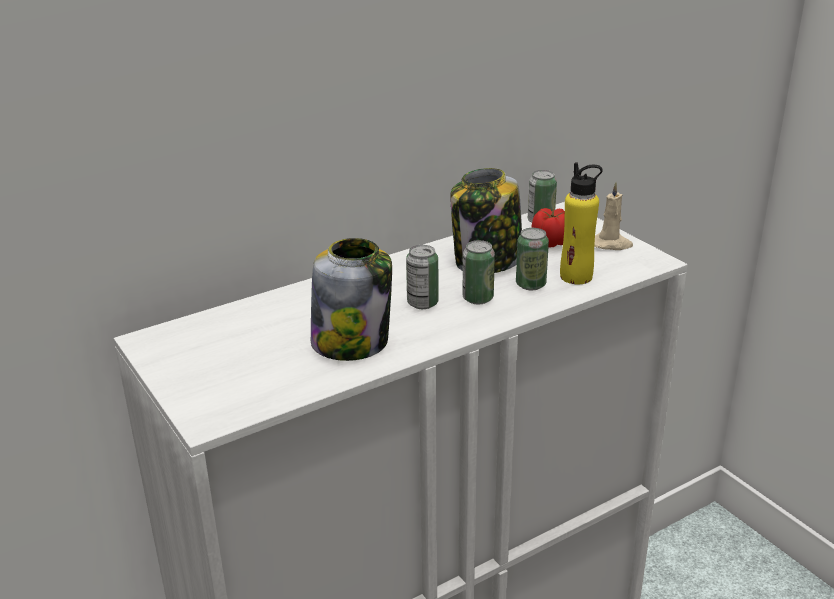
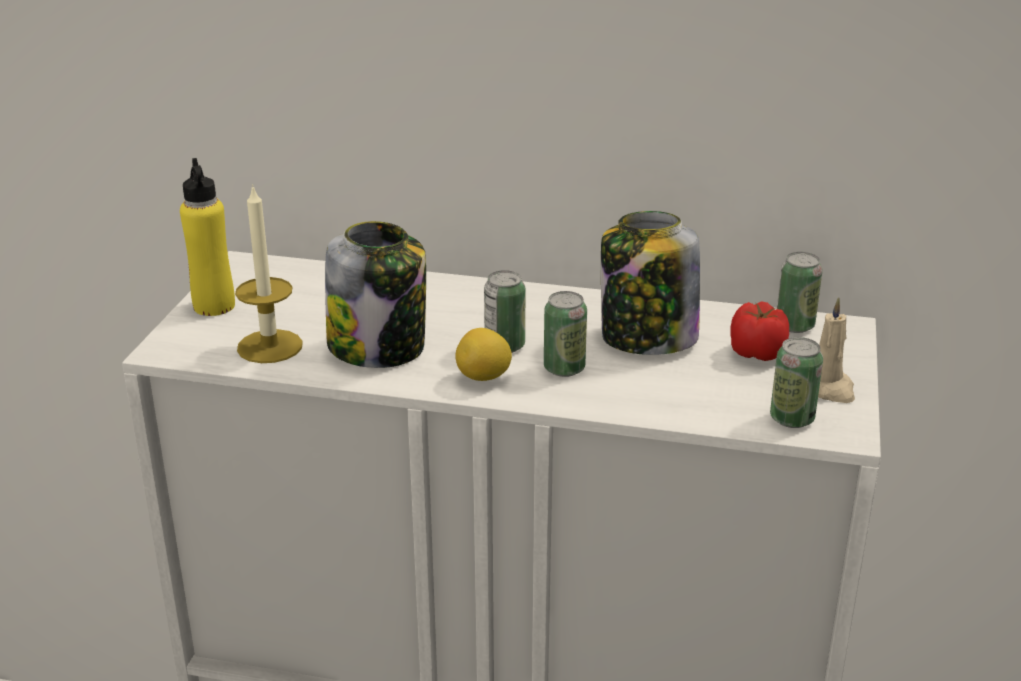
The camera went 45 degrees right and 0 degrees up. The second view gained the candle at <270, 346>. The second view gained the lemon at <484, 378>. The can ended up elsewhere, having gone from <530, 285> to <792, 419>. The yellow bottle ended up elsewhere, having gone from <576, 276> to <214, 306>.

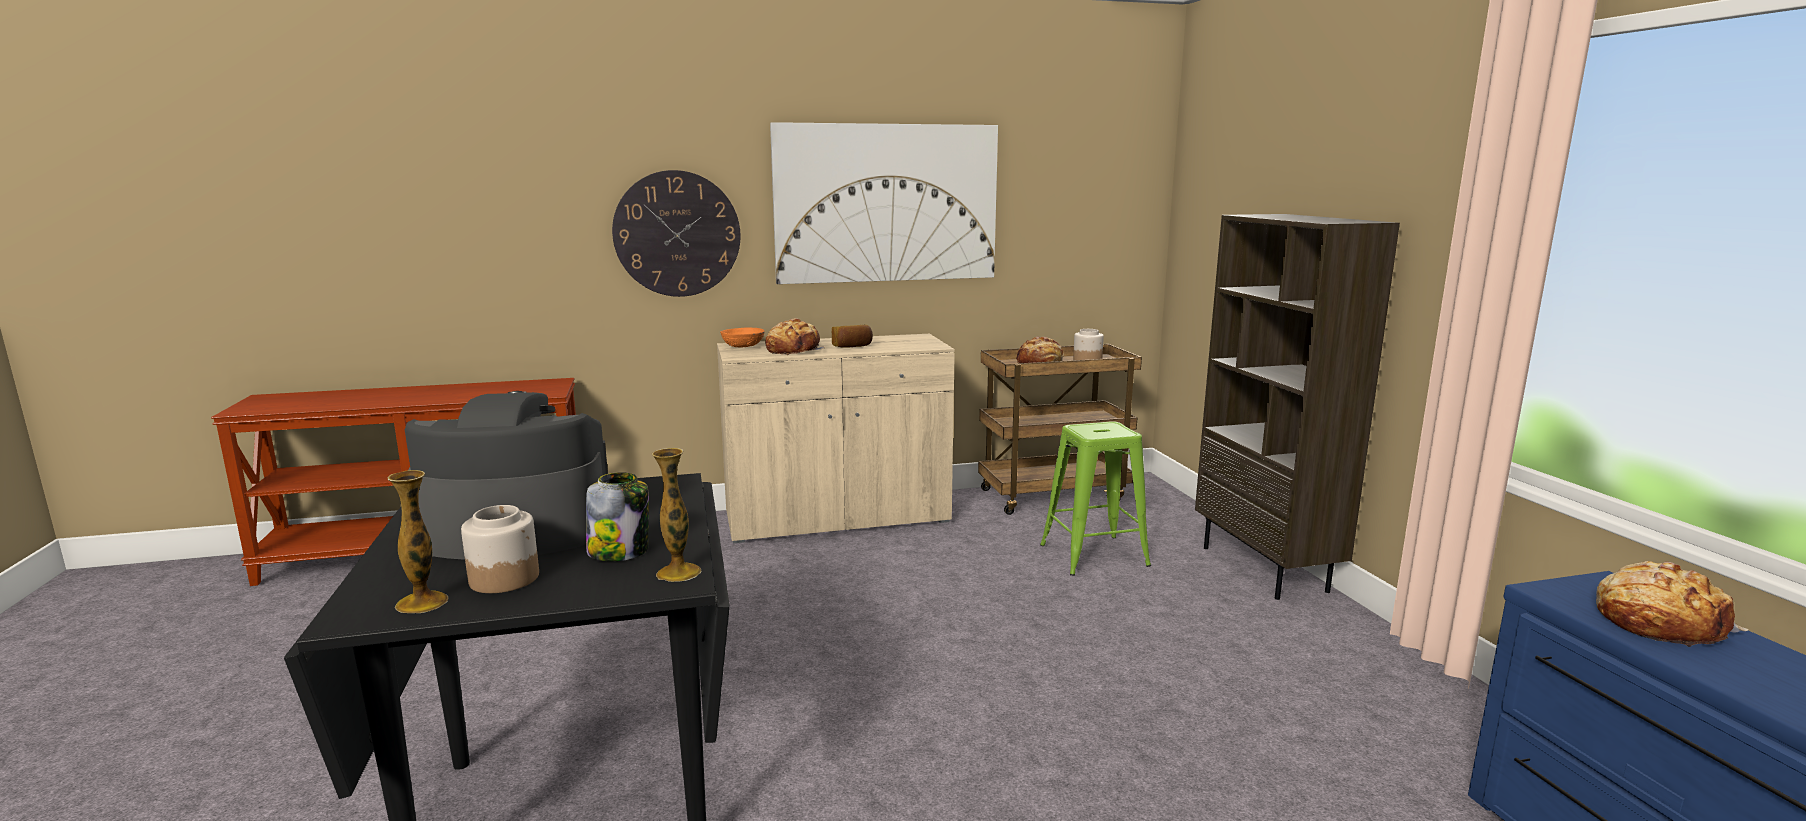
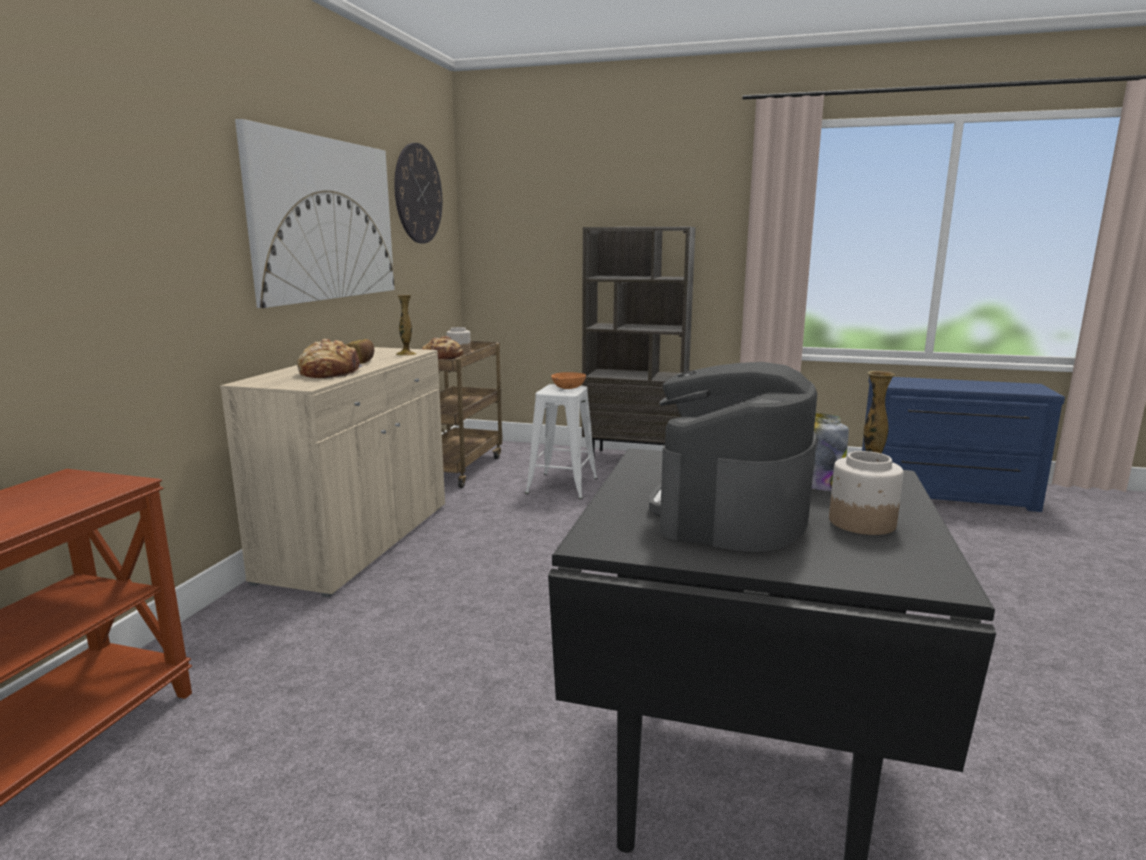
The camera went 60 degrees left and 0 degrees up. The second view lost the bread at <1658, 622>. The vase ended up elsewhere, having gone from <421, 603> to <406, 354>. The wall clock ended up elsewhere, having gone from <677, 234> to <418, 194>. The orange bowl ended up elsewhere, having gone from <743, 346> to <569, 387>. What was the green stool at <1093, 555> turned into the white stool at <562, 486>.

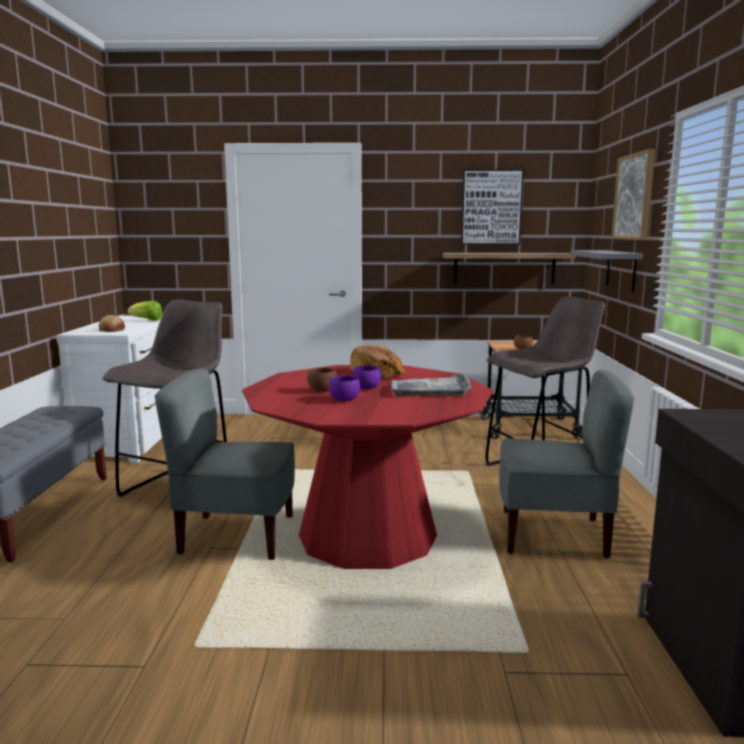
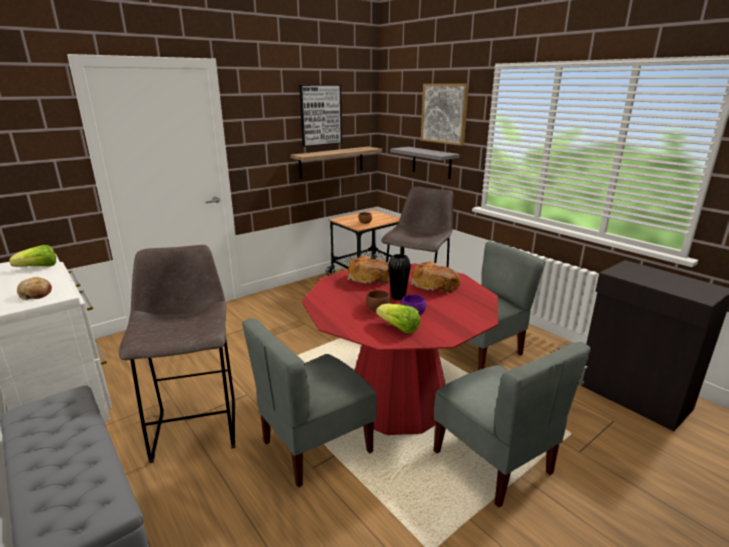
The camera went 40 degrees left and 10 degrees up. The second view gained the lettuce at <399, 328>. The second view gained the grey chair at <494, 462>. Where the purple bowl stood at <366, 388>, the black vase came to stand at <398, 297>. Where the grey tray stood at <430, 389>, the bread came to stand at <435, 285>.

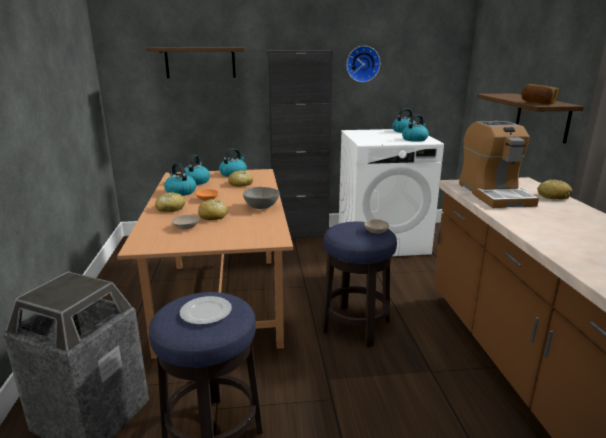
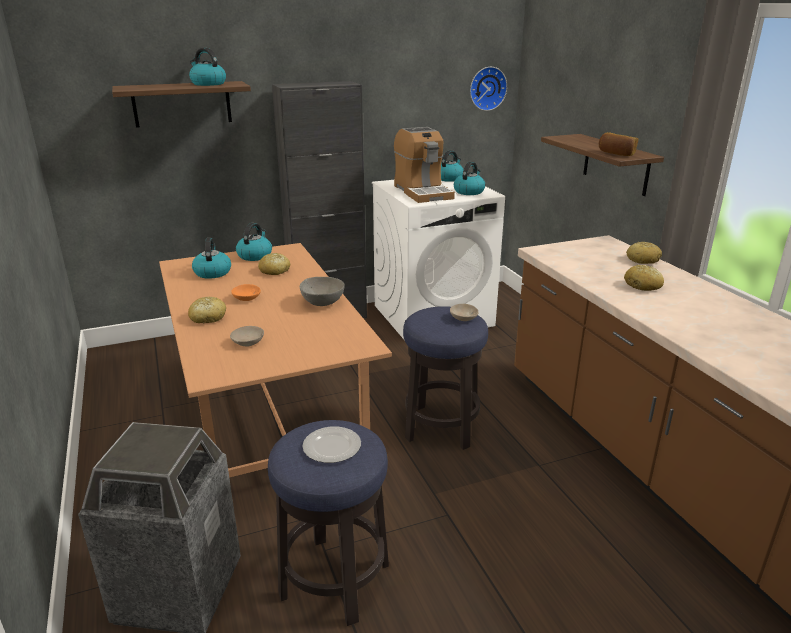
The camera went 15 degrees left and 5 degrees up. The kettle ended up elsewhere, having gone from <180, 192> to <208, 84>. The bread ended up elsewhere, having gone from <213, 216> to <643, 285>. The wall clock ended up elsewhere, having gone from <362, 64> to <487, 88>. The coffee machine ended up elsewhere, having gone from <494, 194> to <422, 192>.

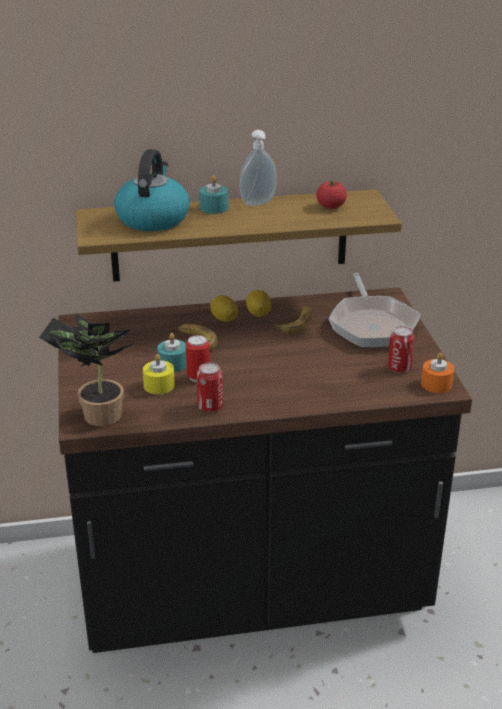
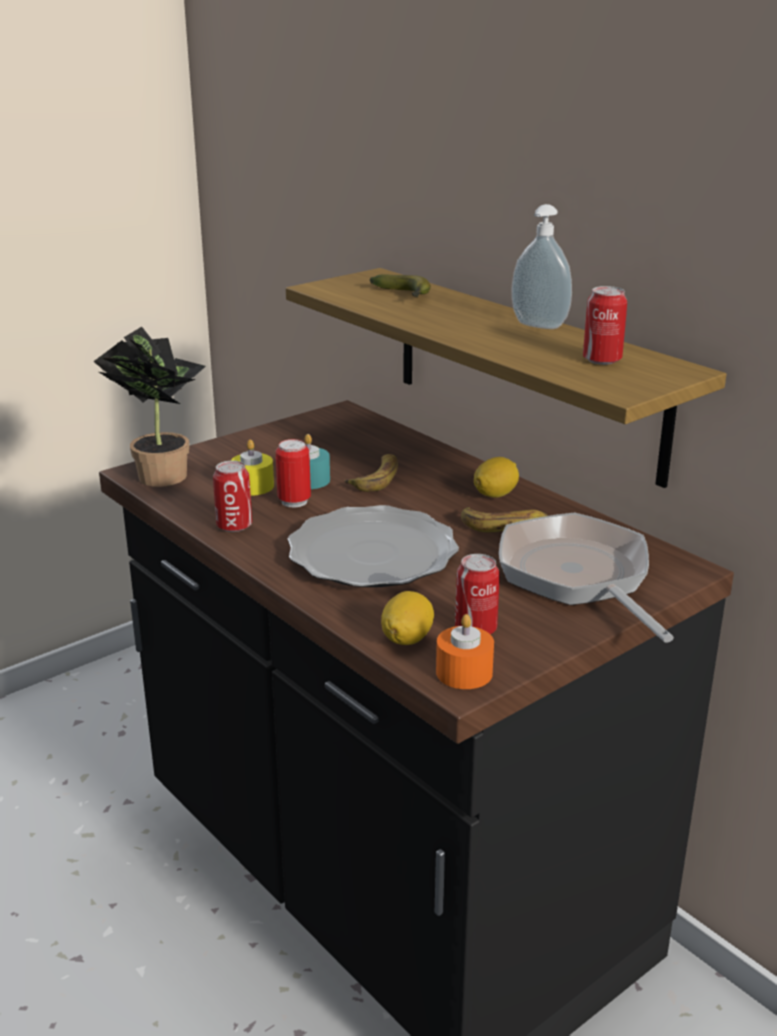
The camera went 60 degrees right and 5 degrees down. The second view lost the turquoise candle at <214, 208>. The second view gained the plate at <371, 553>. The lemon ended up elsewhere, having gone from <224, 319> to <407, 638>. Where the kettle stood at <153, 218>, the banana came to stand at <404, 295>. Where the tomato stood at <331, 206>, the can came to stand at <602, 360>. The frying pan at <372, 324> ended up facing another way, 105 degrees clockwise from before.

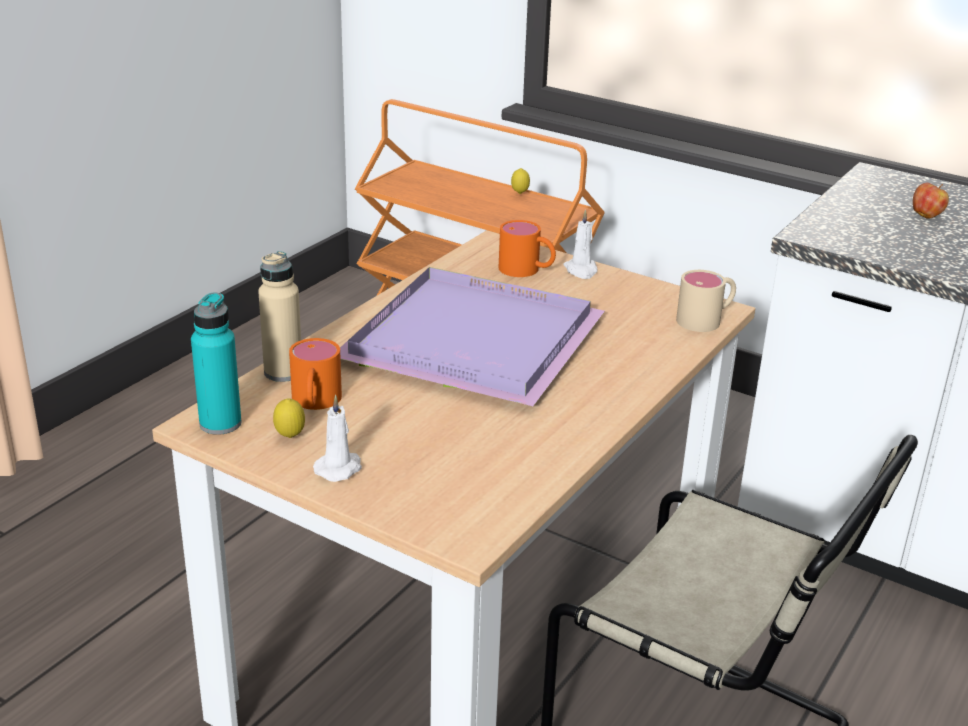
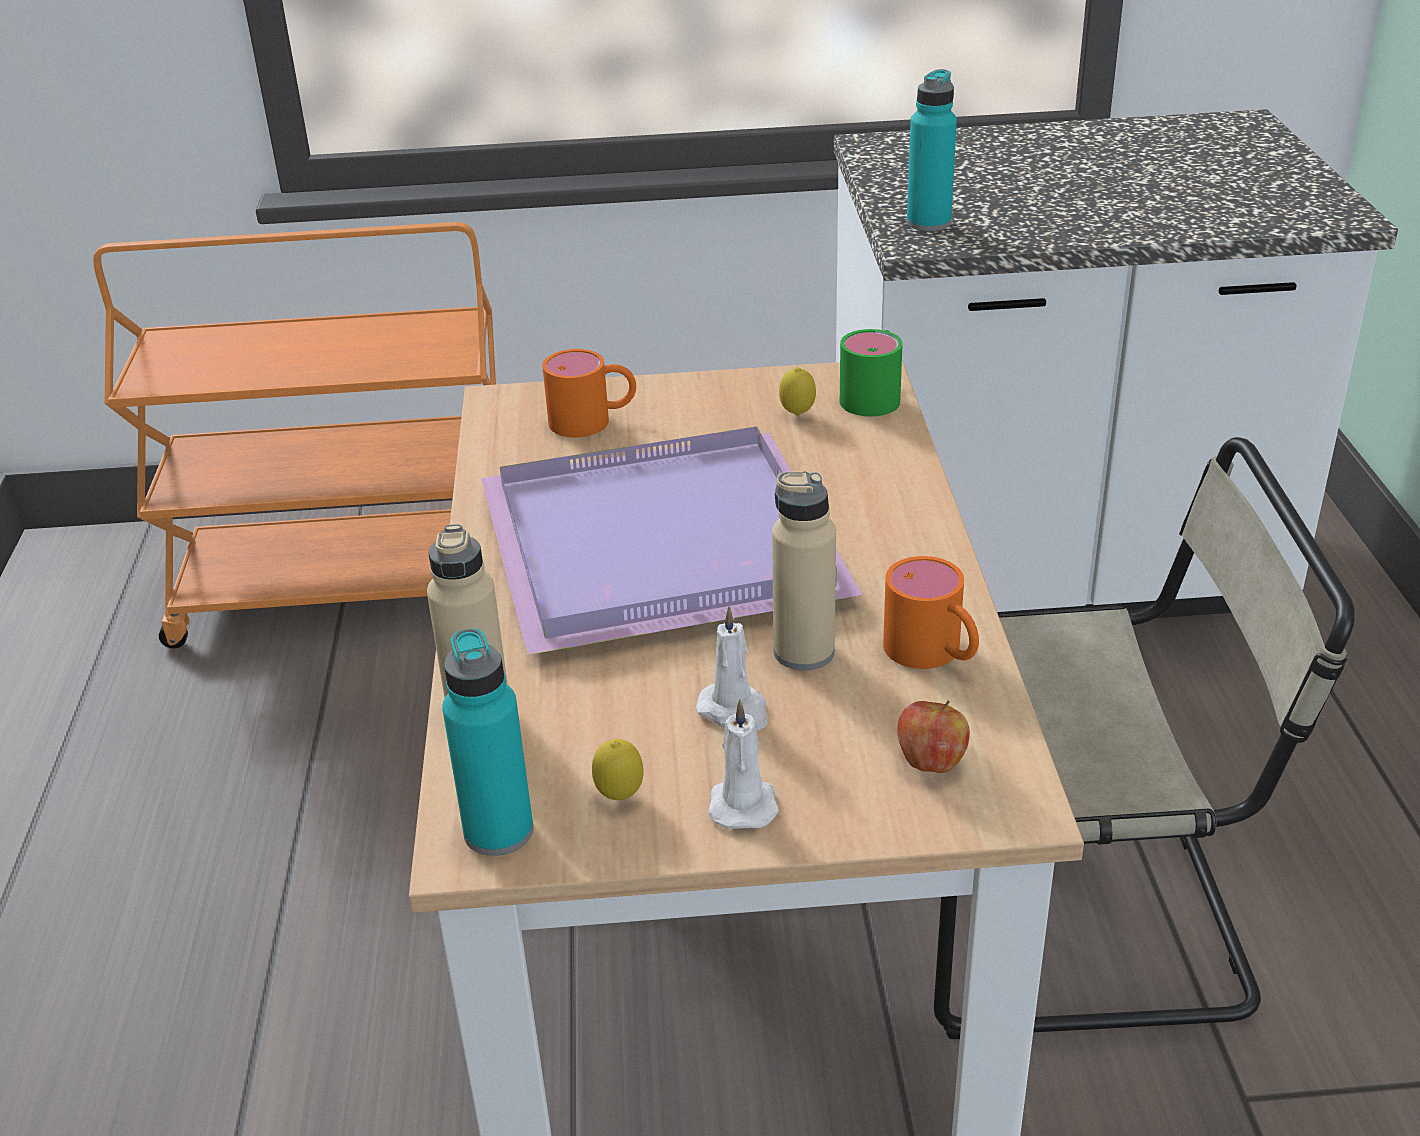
The camera went 35 degrees left and 5 degrees up. The second view gained the beige bottle at <804, 652>. The second view gained the turquoise bottle at <928, 223>. The orange mug ended up elsewhere, having gone from <315, 403> to <934, 654>. The lemon ended up elsewhere, having gone from <519, 193> to <797, 415>. The white candle ended up elsewhere, having gone from <581, 270> to <735, 711>. The apple ended up elsewhere, having gone from <926, 216> to <931, 762>. What was the beige mug at <706, 319> turned into the green mug at <874, 395>.

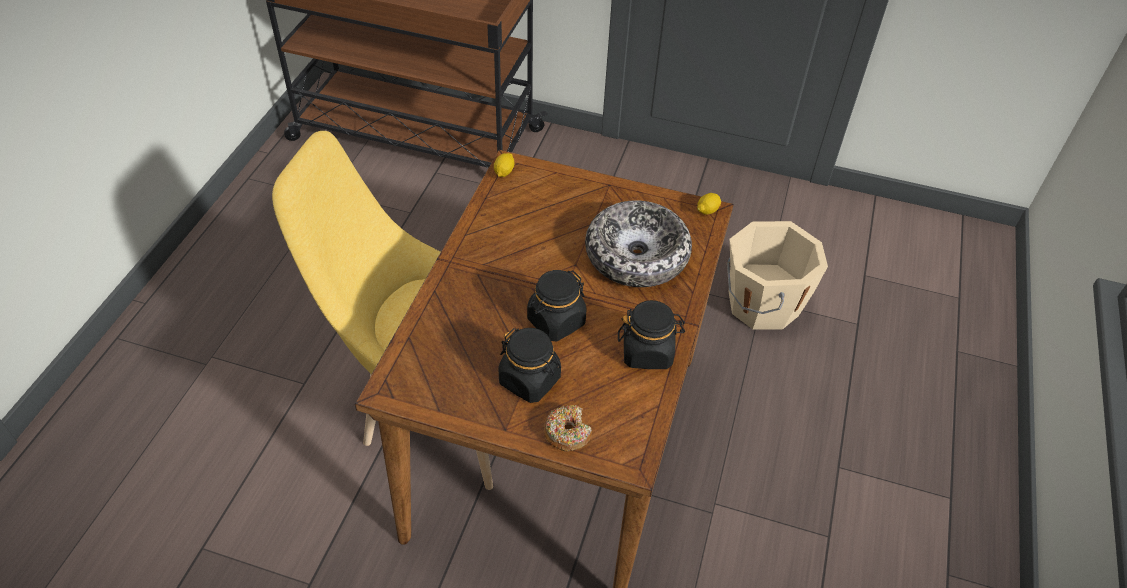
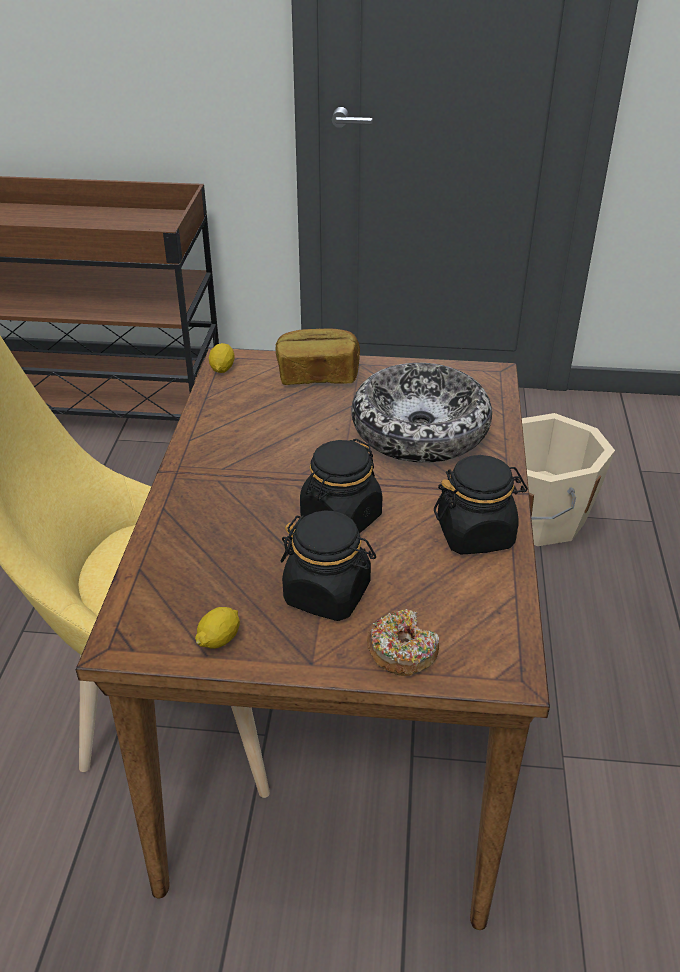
The camera went 10 degrees left and 10 degrees down. The second view gained the bread at <317, 375>. The lemon ended up elsewhere, having gone from <707, 210> to <219, 639>.

